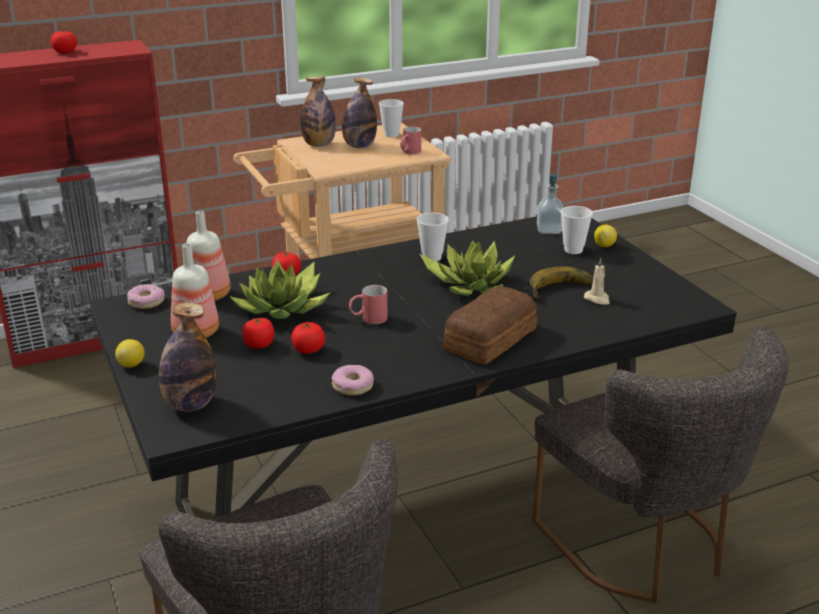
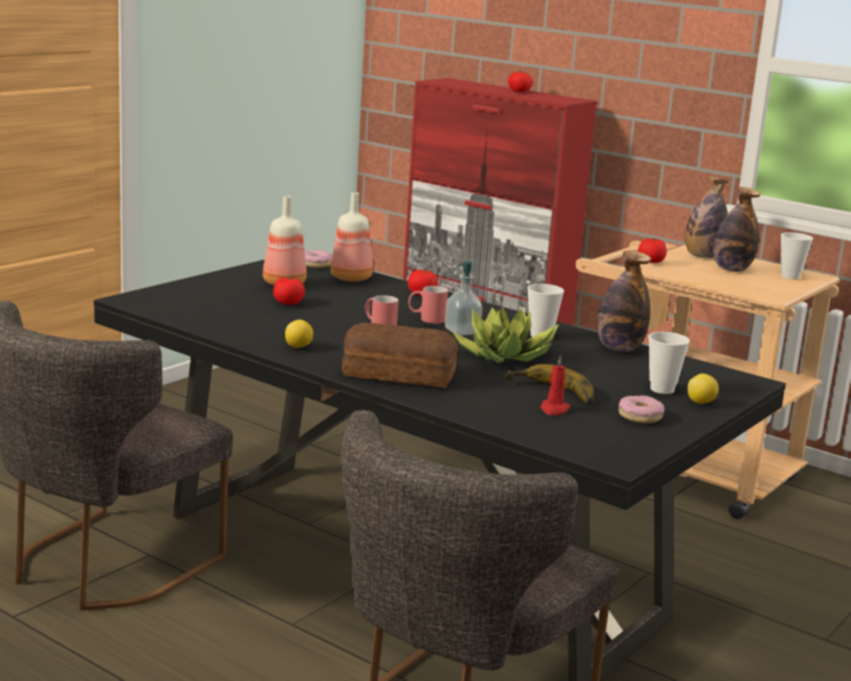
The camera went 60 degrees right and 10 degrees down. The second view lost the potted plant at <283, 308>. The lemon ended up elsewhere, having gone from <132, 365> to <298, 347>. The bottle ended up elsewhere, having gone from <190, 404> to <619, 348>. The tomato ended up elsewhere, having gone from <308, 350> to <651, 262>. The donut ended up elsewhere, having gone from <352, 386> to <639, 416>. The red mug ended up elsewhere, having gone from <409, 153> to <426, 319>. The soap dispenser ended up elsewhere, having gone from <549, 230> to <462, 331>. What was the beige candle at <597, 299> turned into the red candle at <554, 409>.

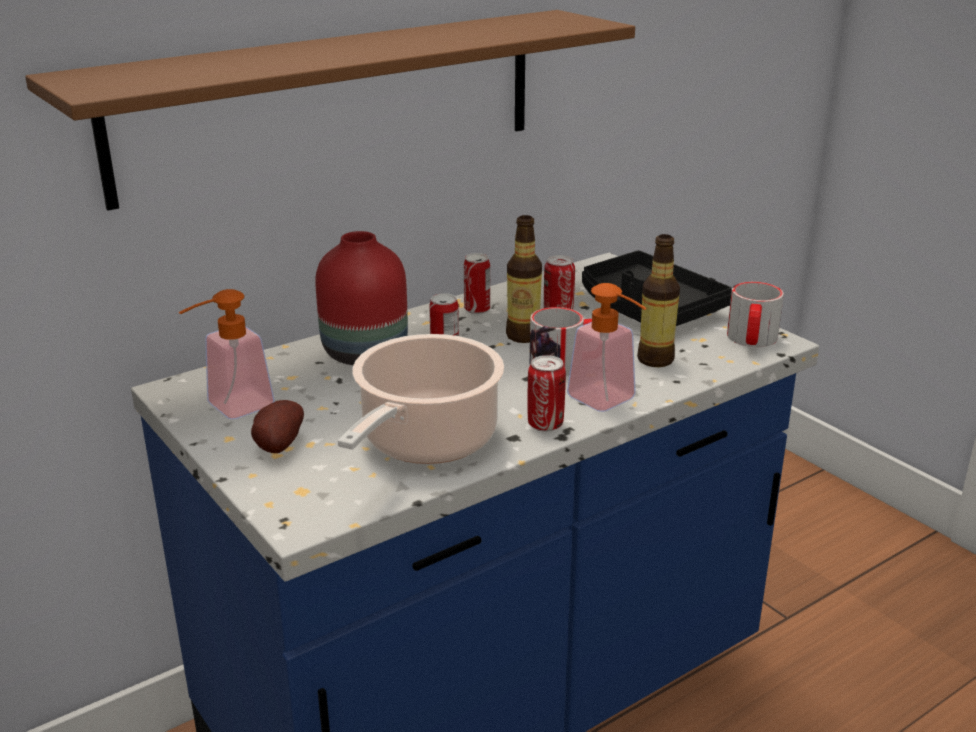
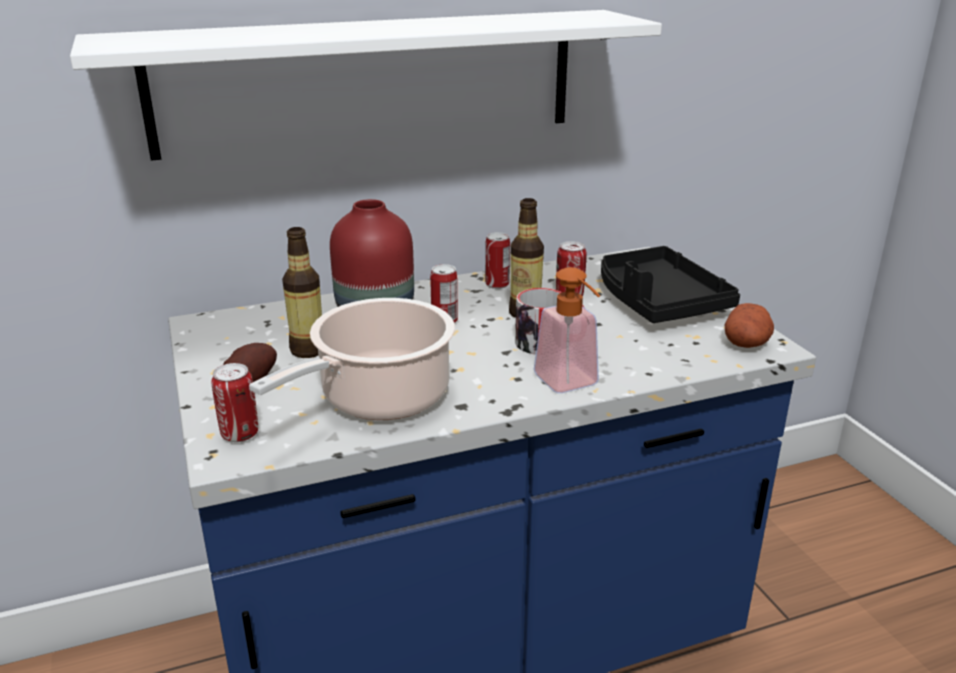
The camera went 15 degrees right and 0 degrees up. The second view lost the soap dispenser at <230, 409>. The can ended up elsewhere, having gone from <545, 424> to <240, 434>. The bottle ended up elsewhere, having gone from <655, 359> to <308, 350>. Where the mug stood at <751, 340>, the potato came to stand at <746, 343>. What was the brown shelf at <333, 102> turned into the white shelf at <369, 81>.

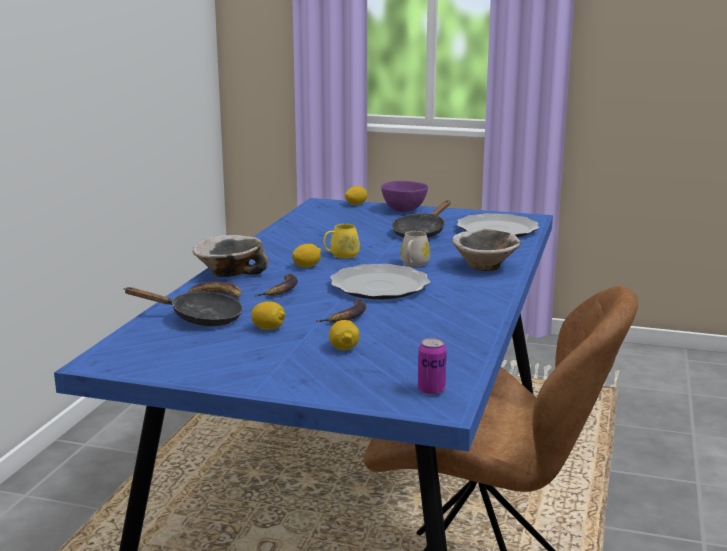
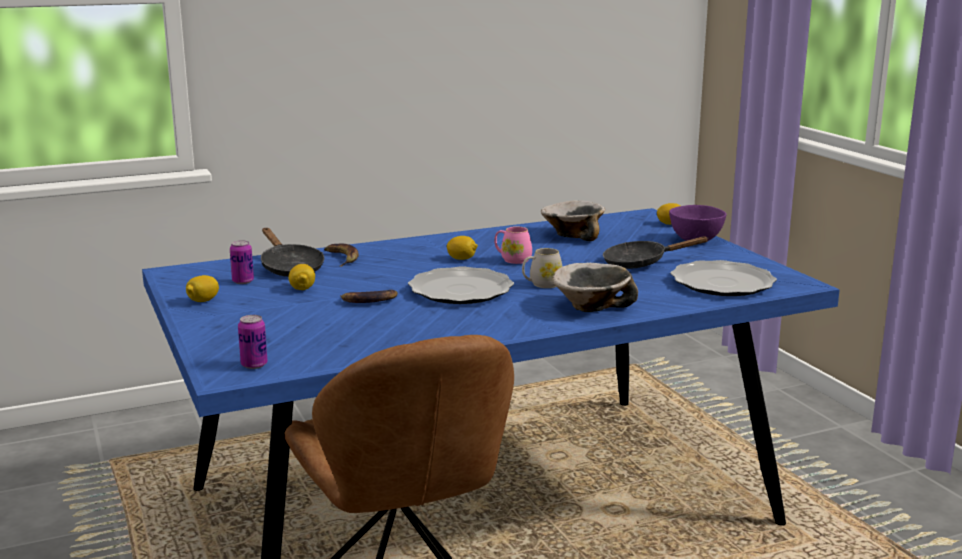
The camera went 50 degrees right and 0 degrees up. The second view lost the banana at <280, 290>. The second view gained the can at <243, 281>. The bowl ended up elsewhere, having gone from <228, 273> to <572, 235>. The lemon ended up elsewhere, having gone from <344, 348> to <203, 301>. What was the yellow mug at <341, 255> turned into the pink mug at <512, 259>.

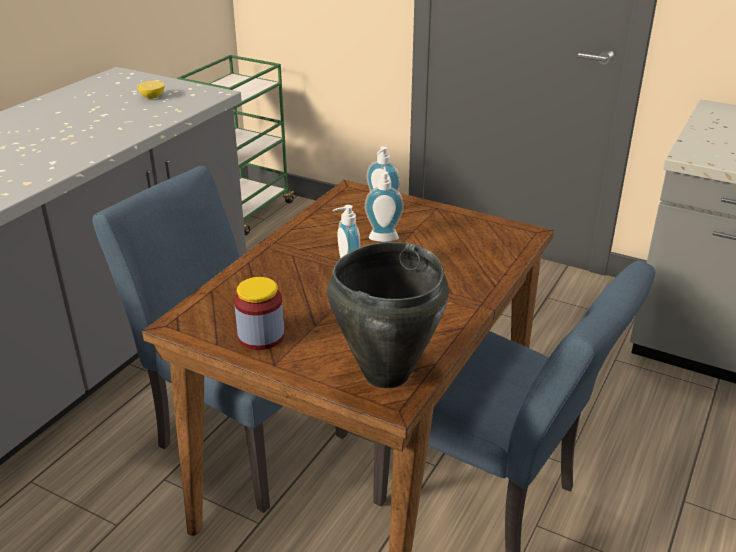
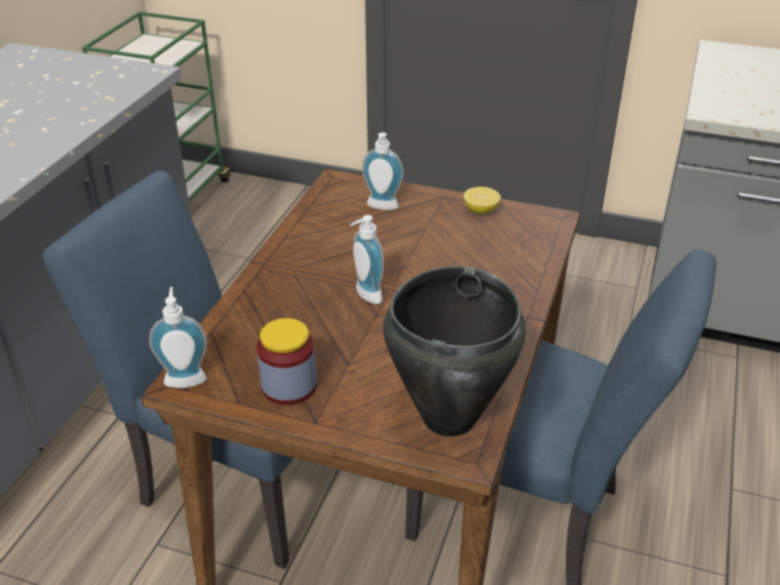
The camera went 10 degrees left and 5 degrees up. The lemon ended up elsewhere, having gone from <152, 97> to <481, 211>. The soap dispenser ended up elsewhere, having gone from <383, 236> to <185, 377>.

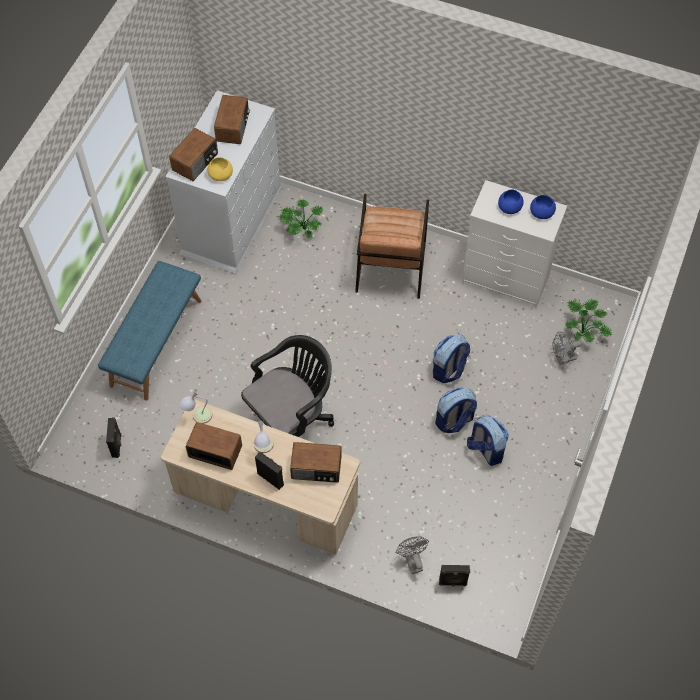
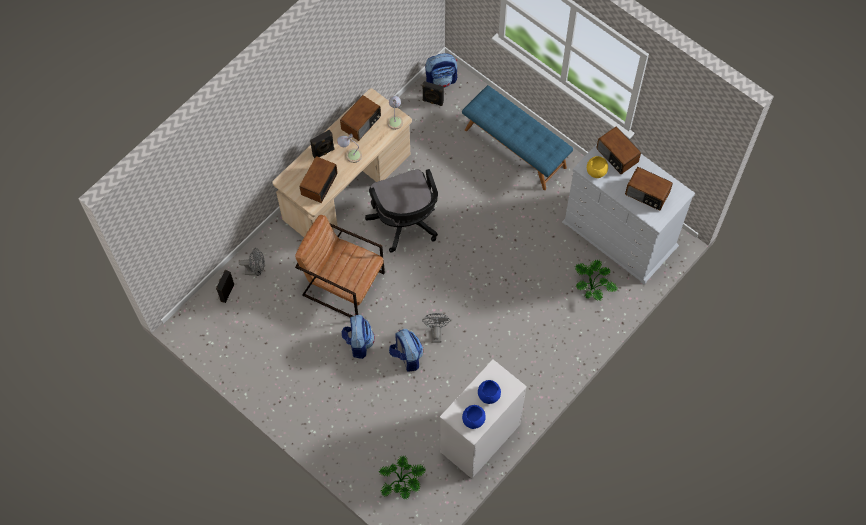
The camera went 110 degrees right and 5 degrees up. The brown armchair ended up elsewhere, having gone from <390, 266> to <343, 283>. The backpack ended up elsewhere, having gone from <485, 449> to <441, 80>. The grey fan ended up elsewhere, having gone from <562, 359> to <436, 332>.

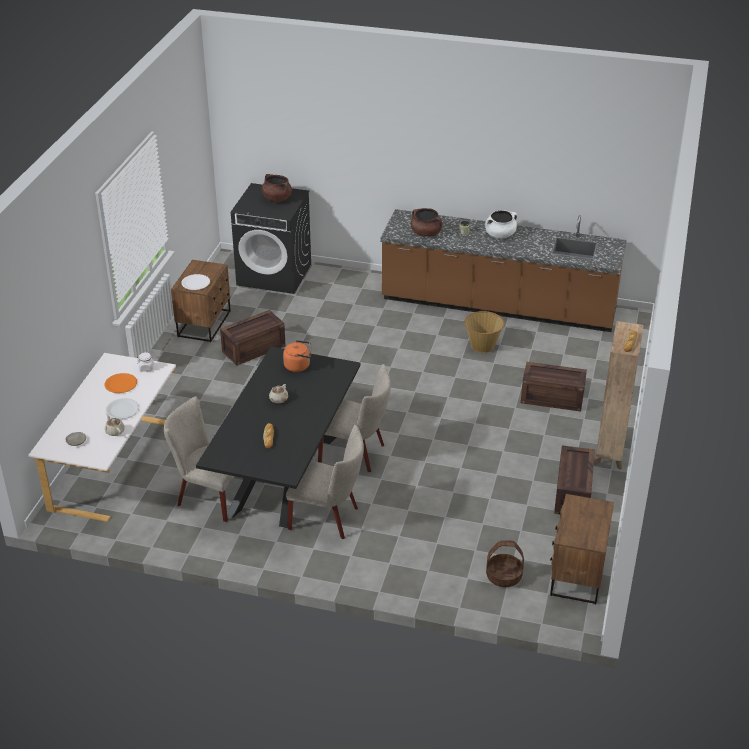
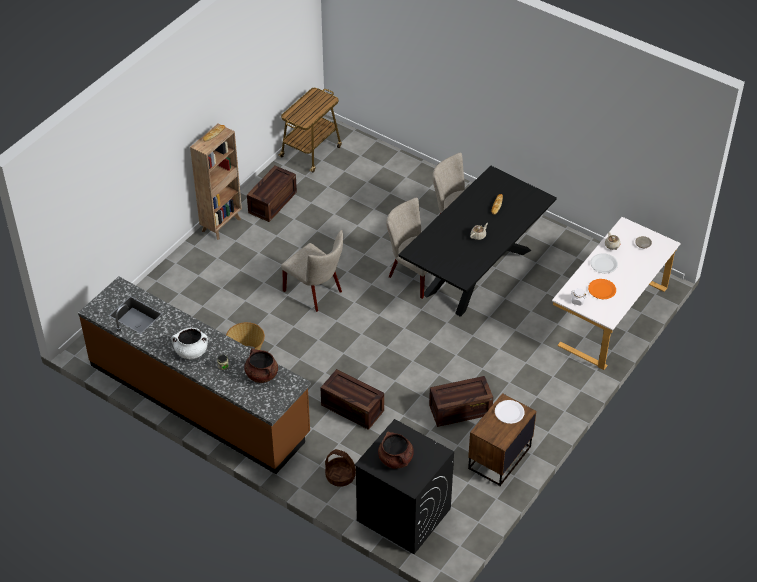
The camera went 160 degrees left and 10 degrees up. The second view lost the orange kettle at <299, 366>. The beige chair ended up elsewhere, having gone from <208, 497> to <316, 292>. The basket ended up elsewhere, having gone from <504, 576> to <340, 476>. The crate ended up elsewhere, having gone from <553, 397> to <351, 408>. Where the brown nightstand stood at <576, 574>, the cart came to stand at <311, 151>.

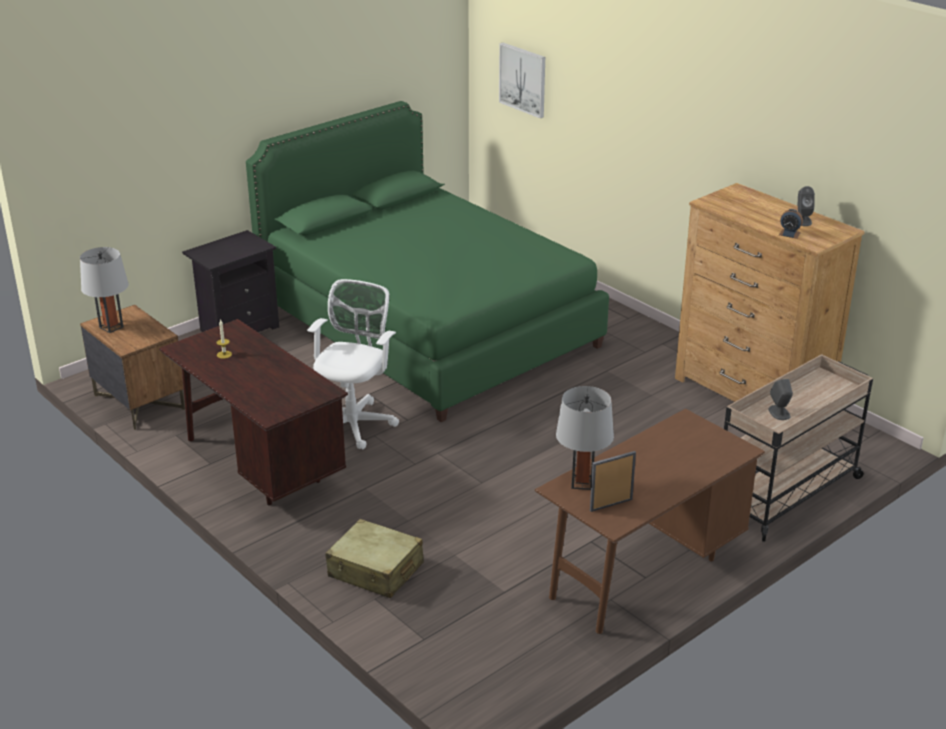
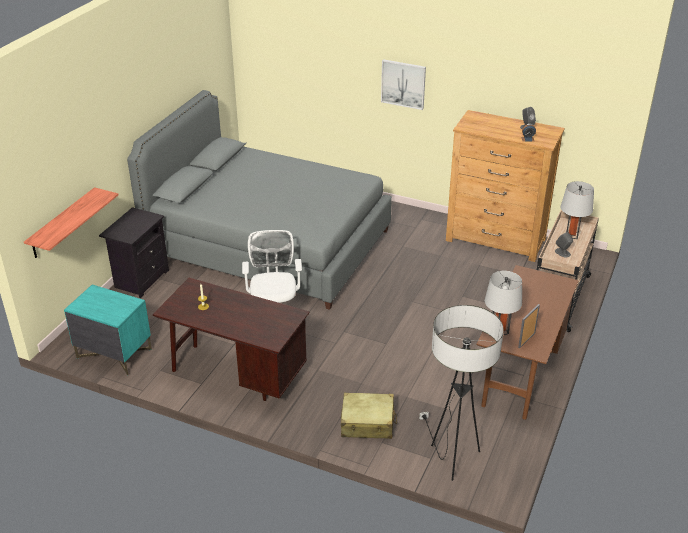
The camera went 25 degrees left and 5 degrees up. The second view gained the shelf at <62, 223>. The second view gained the floor lamp at <452, 459>. The grey table lamp ended up elsewhere, having gone from <111, 327> to <571, 235>. The picture ended up elsewhere, having gone from <523, 79> to <403, 84>. What was the brown nightstand at <139, 402> turned into the turquoise nightstand at <113, 353>. What was the green bed at <427, 327> turned into the grey bed at <269, 244>.

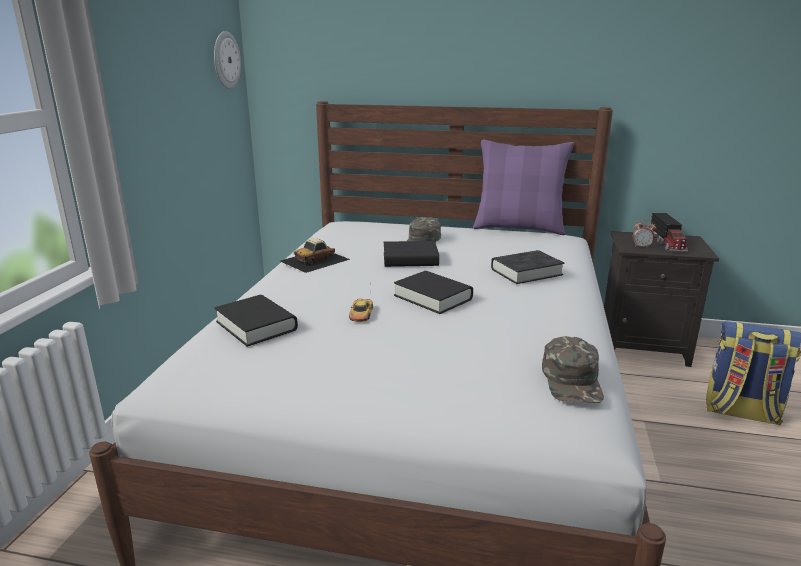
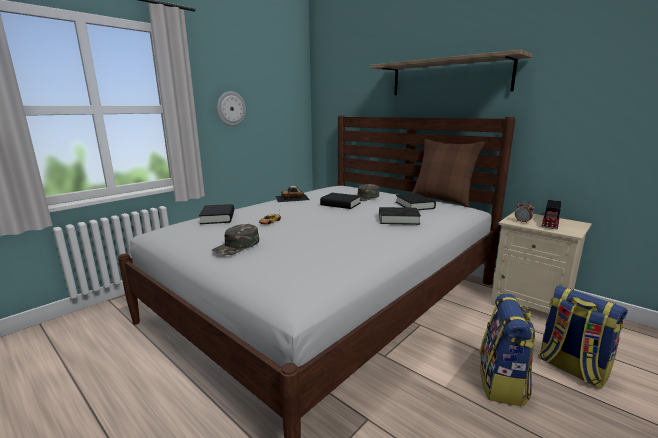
The camera went 30 degrees right and 5 degrees down. The second view gained the shelf at <449, 77>. The second view gained the backpack at <502, 383>. The wall clock ended up elsewhere, having gone from <225, 60> to <231, 109>. The black book ended up elsewhere, having gone from <433, 297> to <414, 205>. The green cap ended up elsewhere, having gone from <572, 380> to <237, 246>. What was the purple pillow at <518, 228> turned into the brown pillow at <442, 200>. What was the black nightstand at <644, 347> turned into the beige nightstand at <531, 305>.

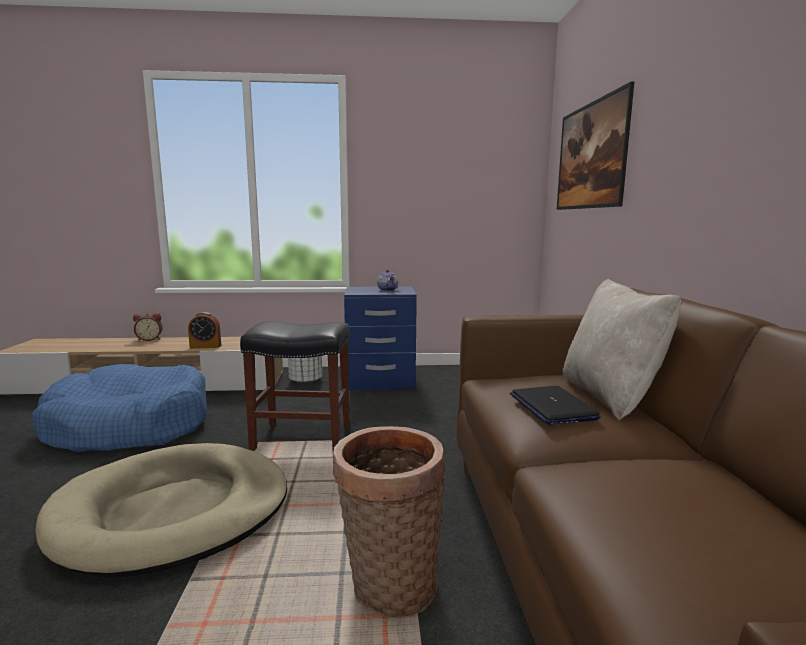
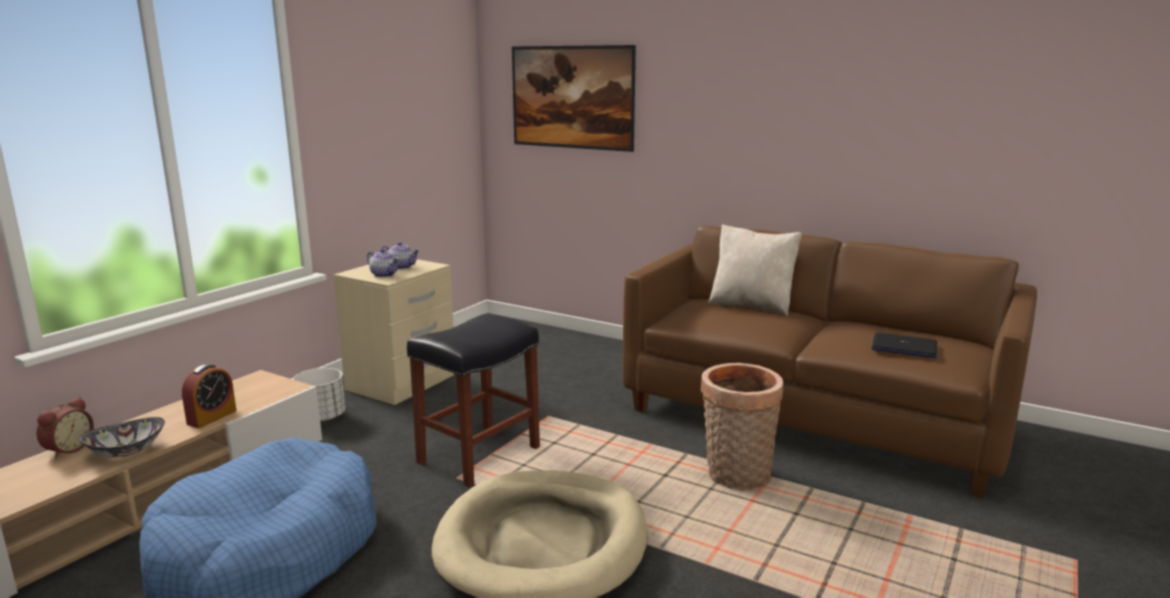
The camera went 55 degrees left and 5 degrees up. The second view gained the bowl at <127, 451>. The second view gained the teapot at <384, 275>. The laptop ended up elsewhere, having gone from <552, 406> to <903, 347>. What was the blue nightstand at <380, 381> turned into the beige nightstand at <402, 383>.

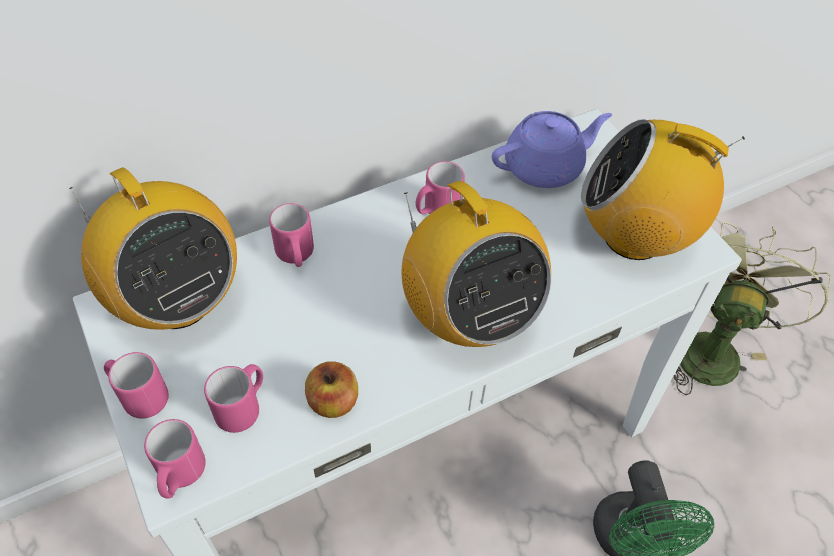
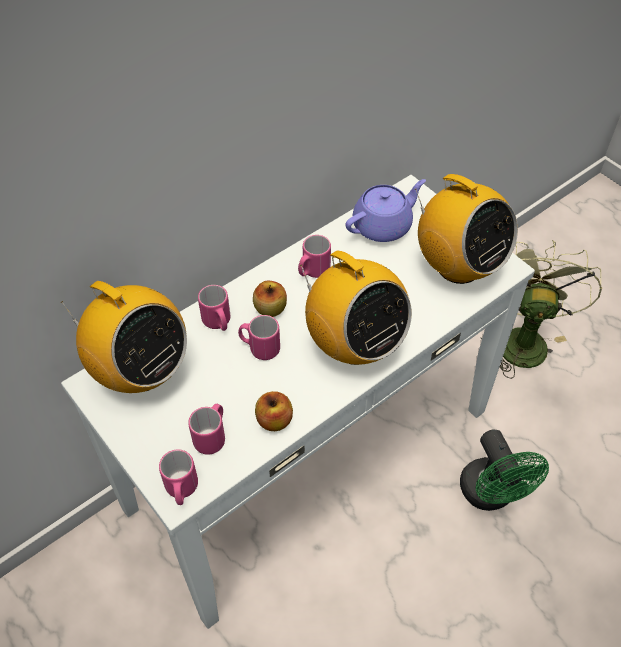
The camera went 10 degrees left and 0 degrees up. The second view gained the apple at <270, 308>. The pink mug ended up elsewhere, having gone from <140, 396> to <259, 348>. The radio at <634, 236> ended up facing another way, 135 degrees counterclockwise from before.

